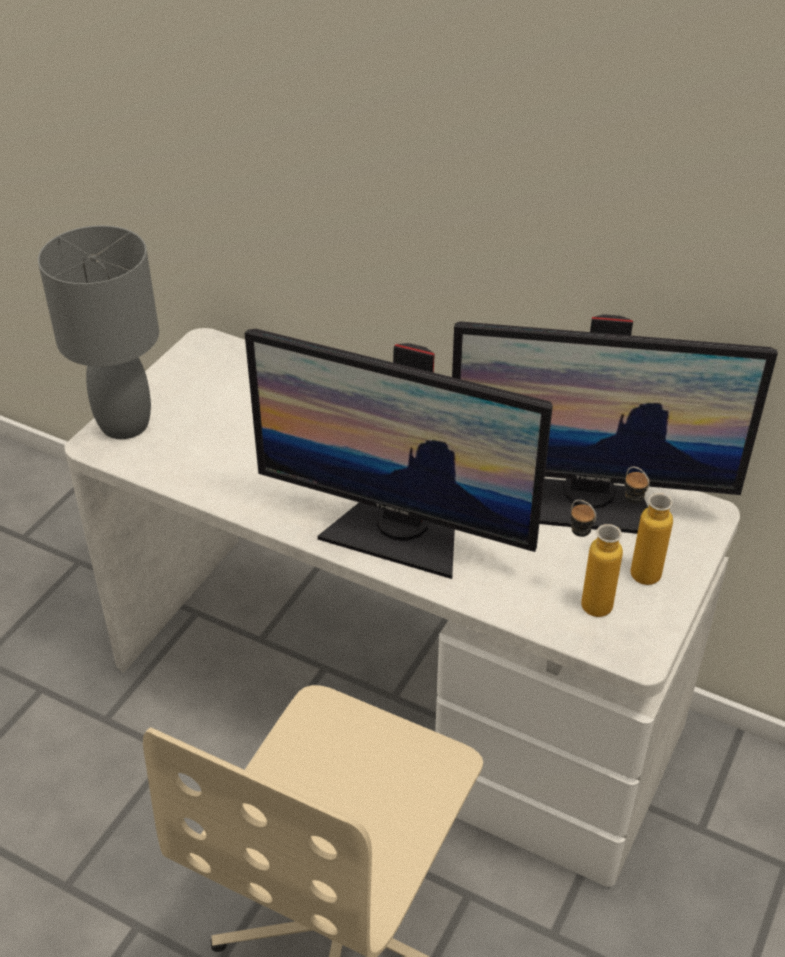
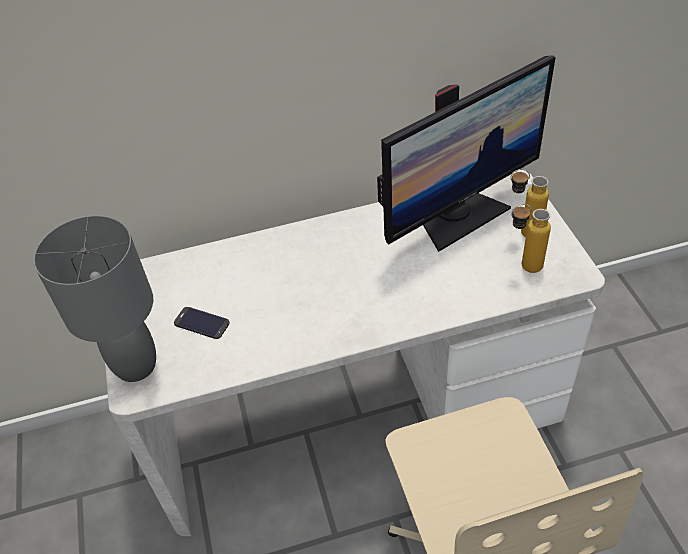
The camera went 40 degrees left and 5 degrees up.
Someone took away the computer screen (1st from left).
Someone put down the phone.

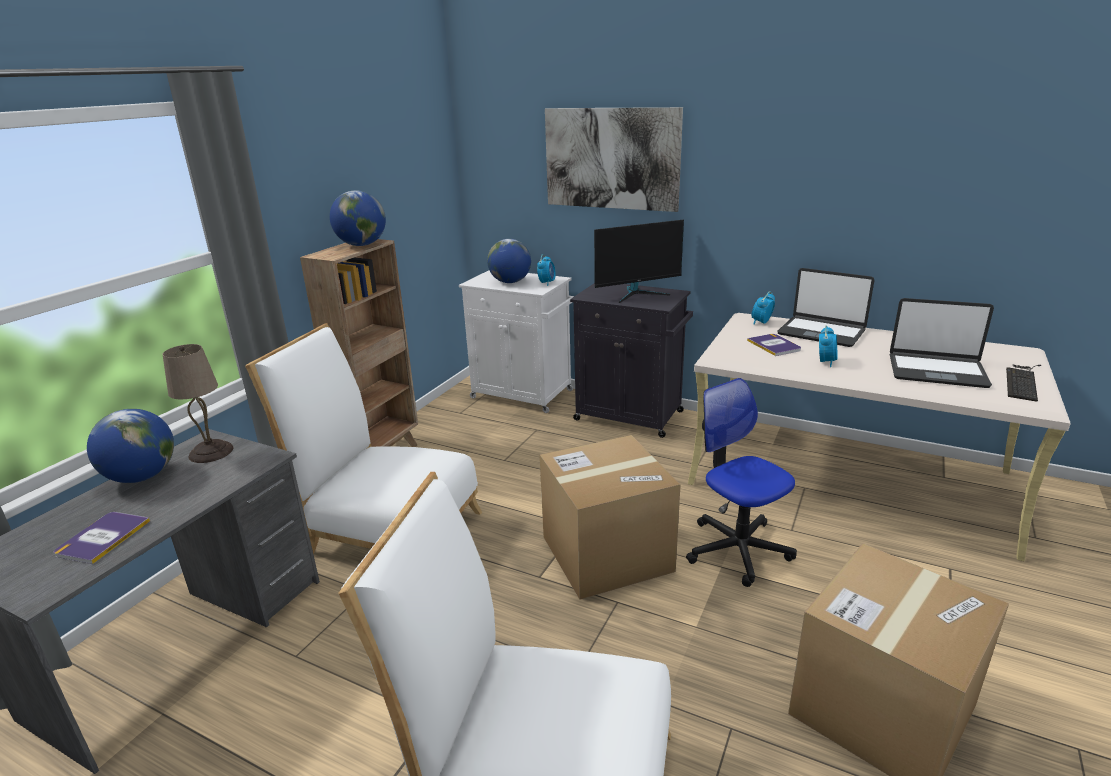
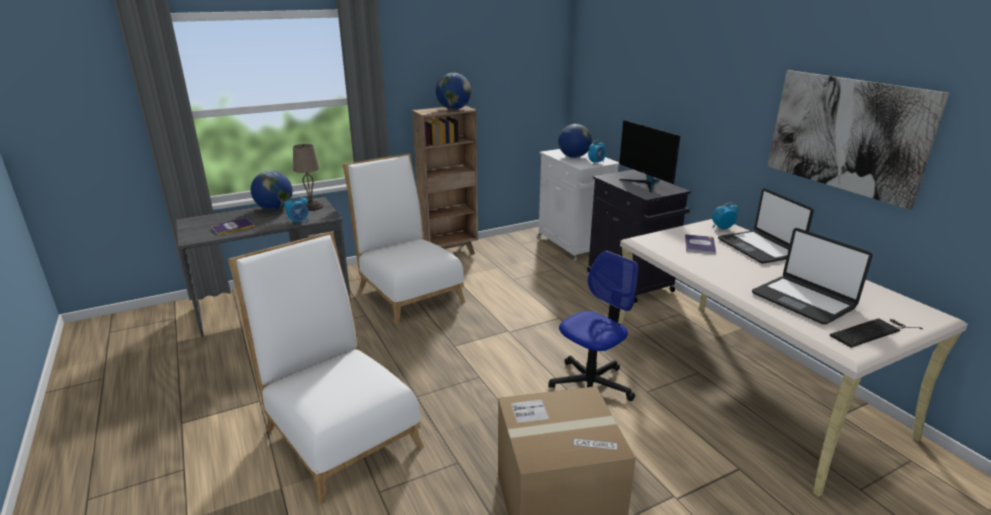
The camera went 35 degrees right and 0 degrees up.
Someone took away the carton (1st from left).
Someone carried the wall picture.
Someone rotated the computer screen by 45 degrees clockwise.
Someone rotated the office chair by 45 degrees clockwise.
Someone carried the bedside clock (3rd from left in the first image).

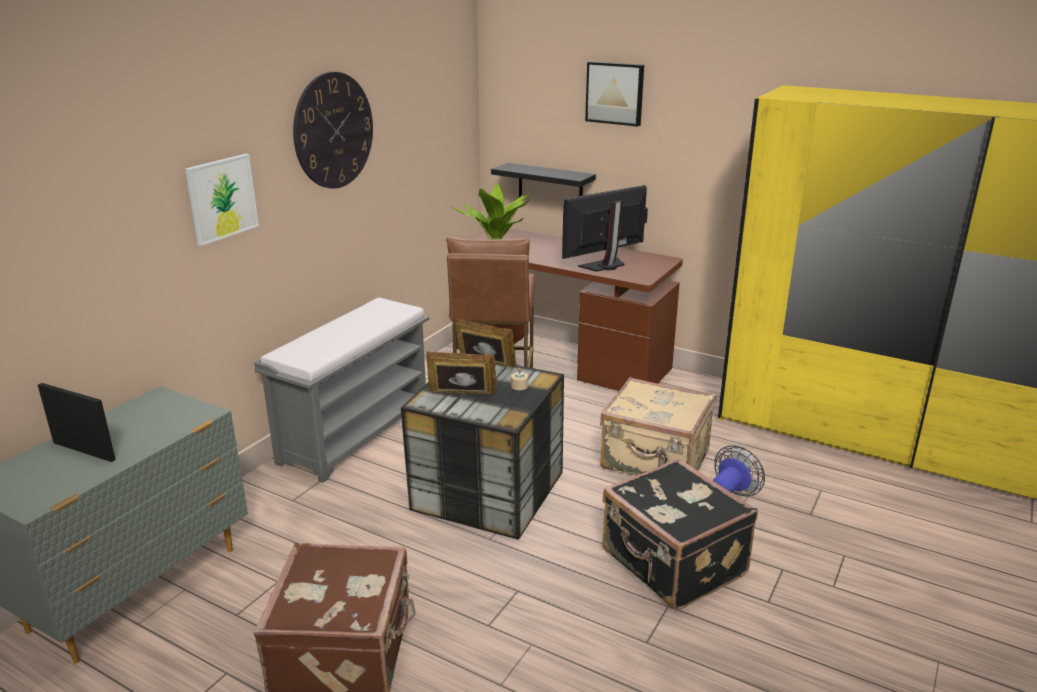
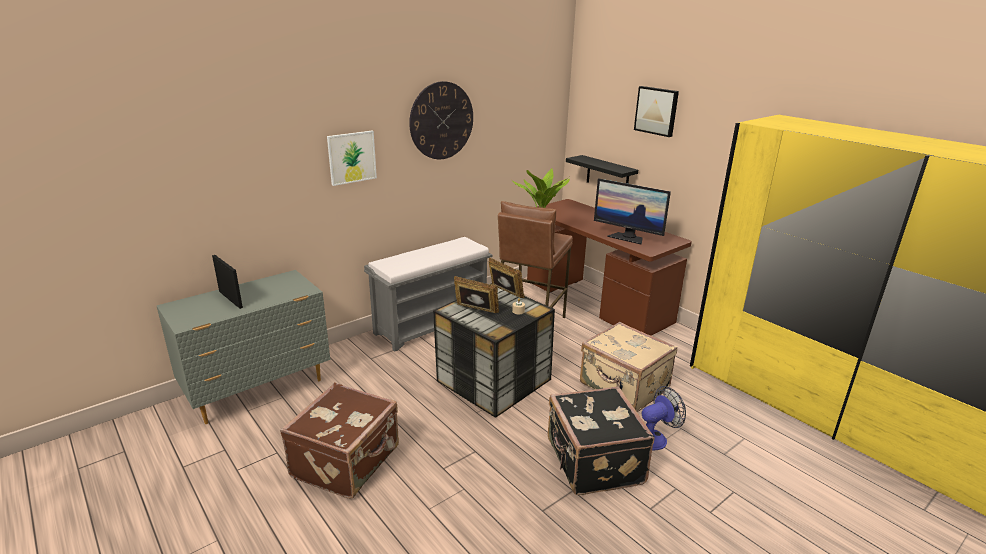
The camera went 20 degrees right and 0 degrees up.
Someone rotated the computer screen by 135 degrees counterclockwise.

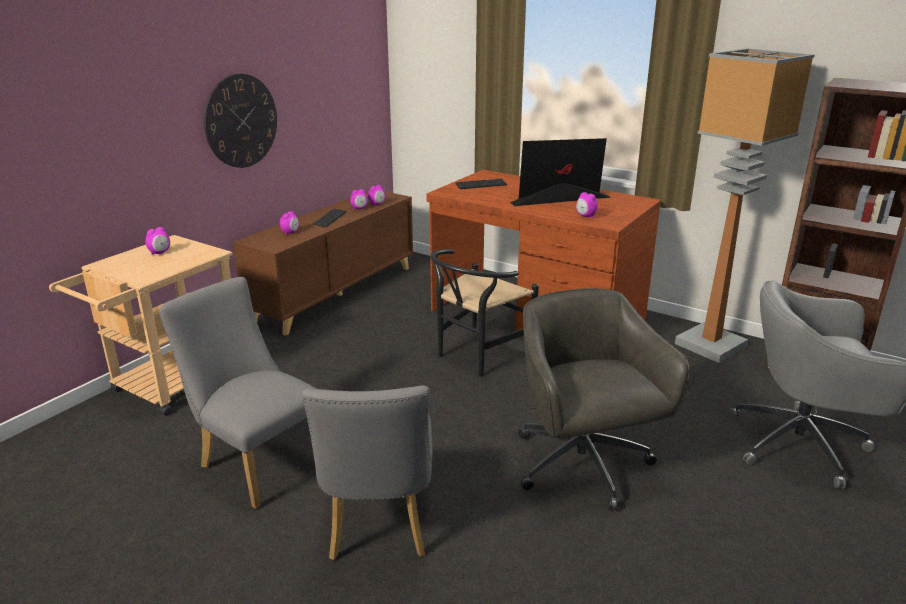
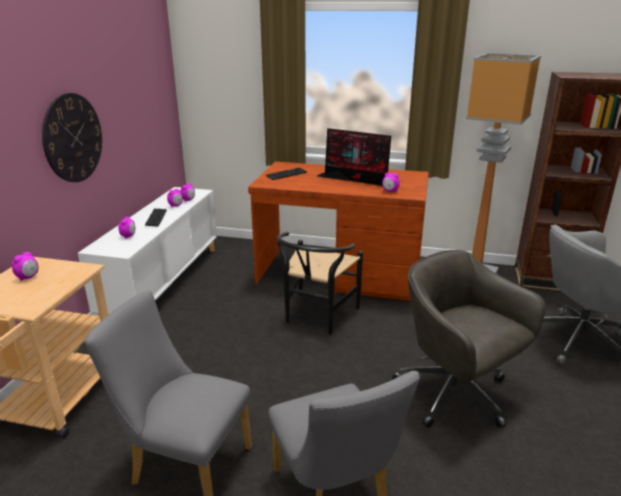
The camera went 20 degrees left and 0 degrees up.
Someone repainted the cupboard (brown), which became the cupboard (whitish).
Someone rotated the computer screen by 120 degrees counterclockwise.

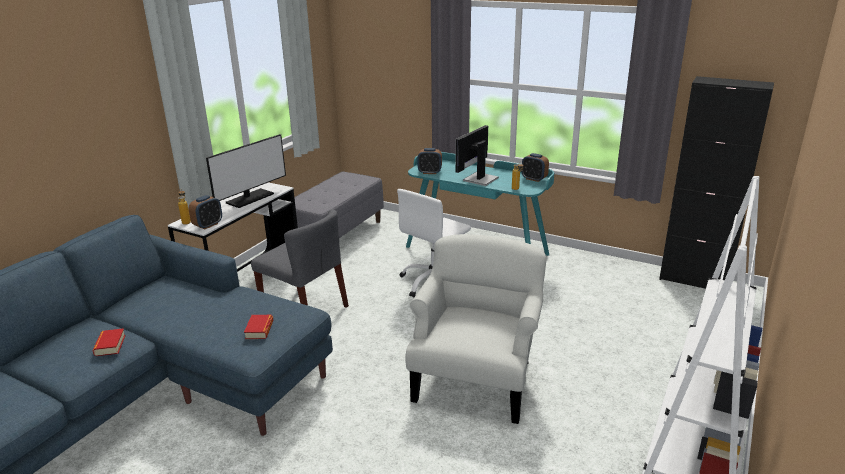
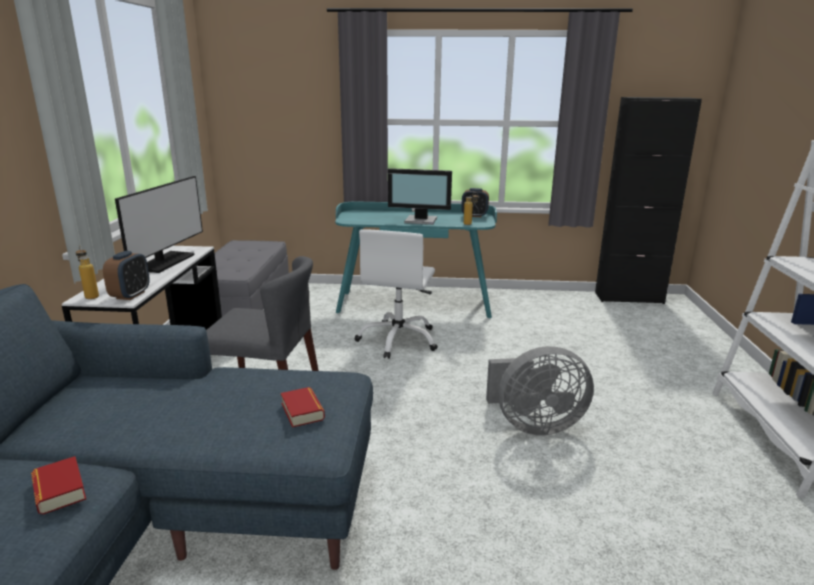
The camera went 25 degrees left and 5 degrees down.
Someone swapped the easy chair (whitish) for the electric fan (grey).
Someone took away the bedside clock (2nd from left).
Someone rotated the computer screen (2nd from left) by 90 degrees counterclockwise.

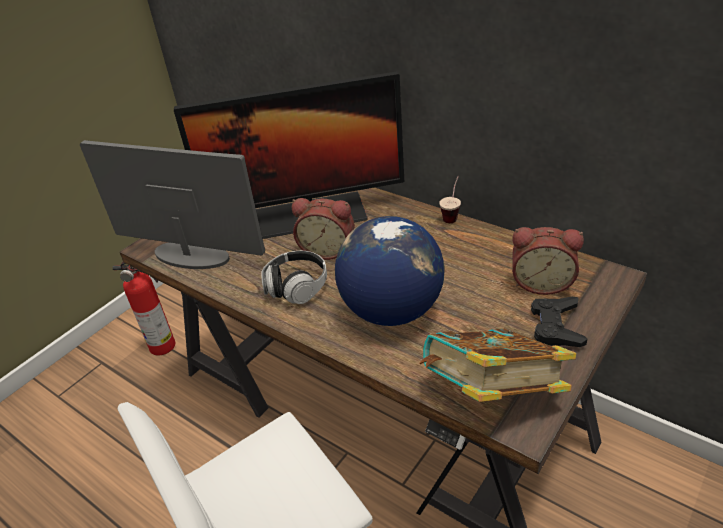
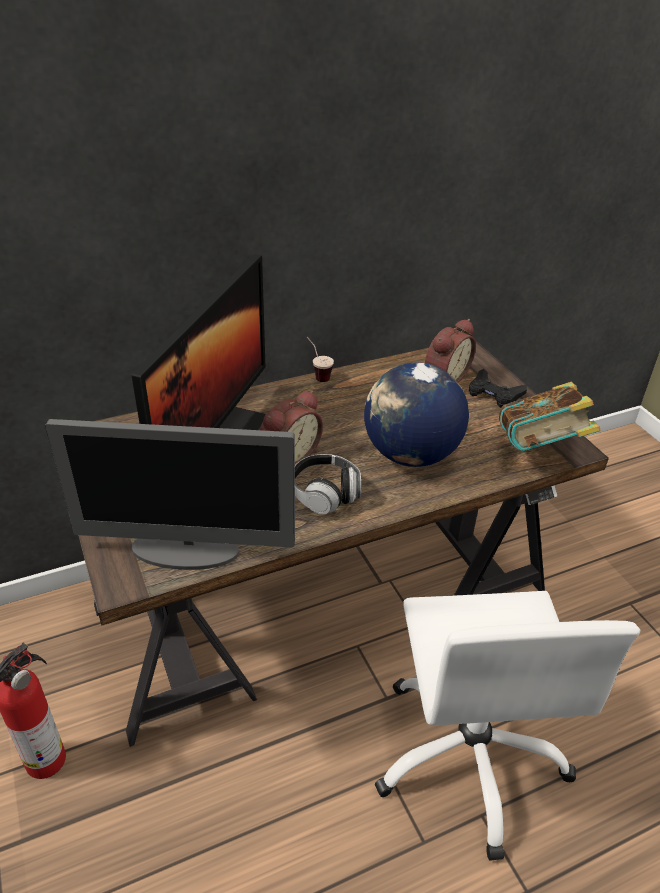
The camera went 65 degrees left and 0 degrees up.
Someone rotated the computer screen (1st from left) by 135 degrees counterclockwise.

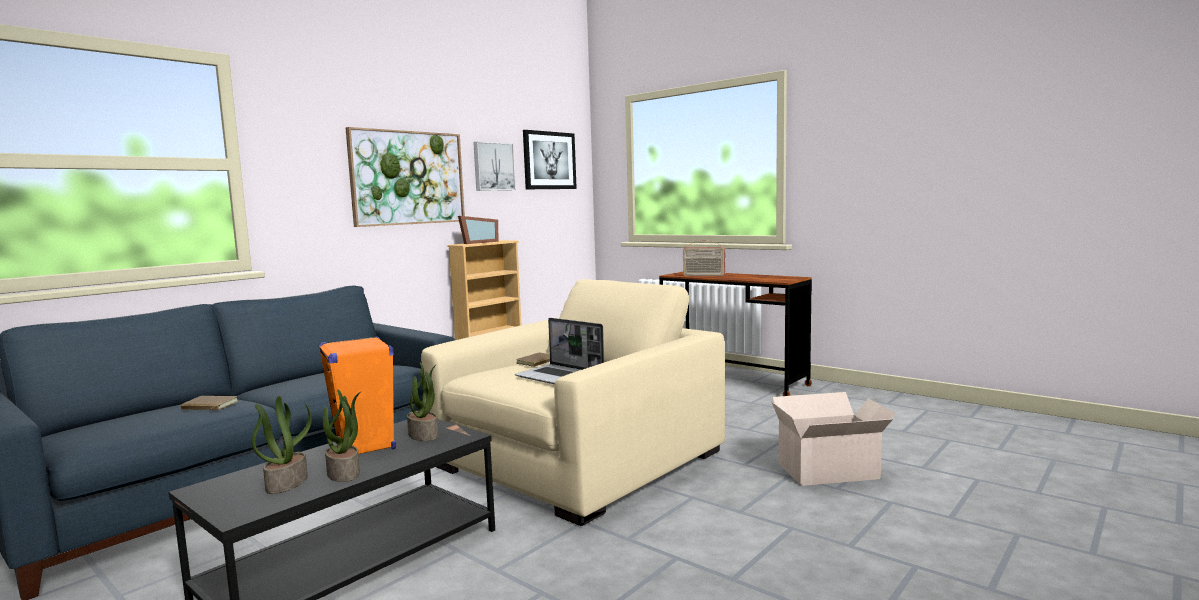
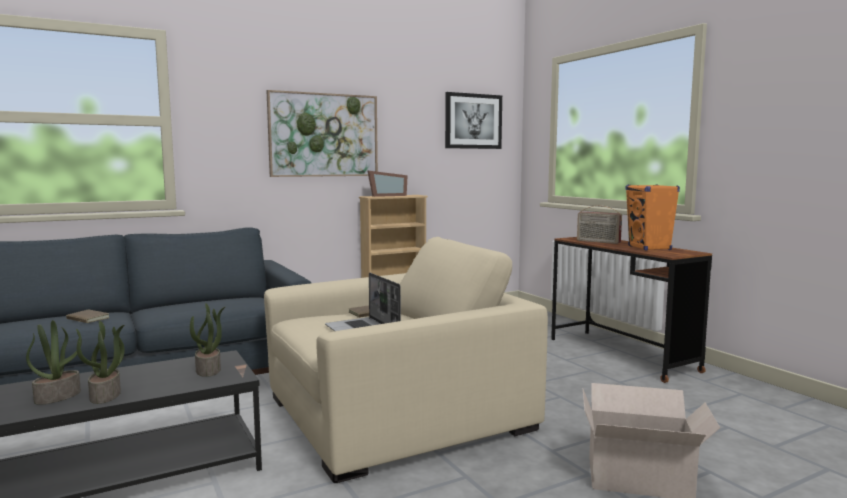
The camera went 20 degrees right and 0 degrees up.
Someone carried the loudspeaker (orange).
Someone took away the wall picture (2nd from left).

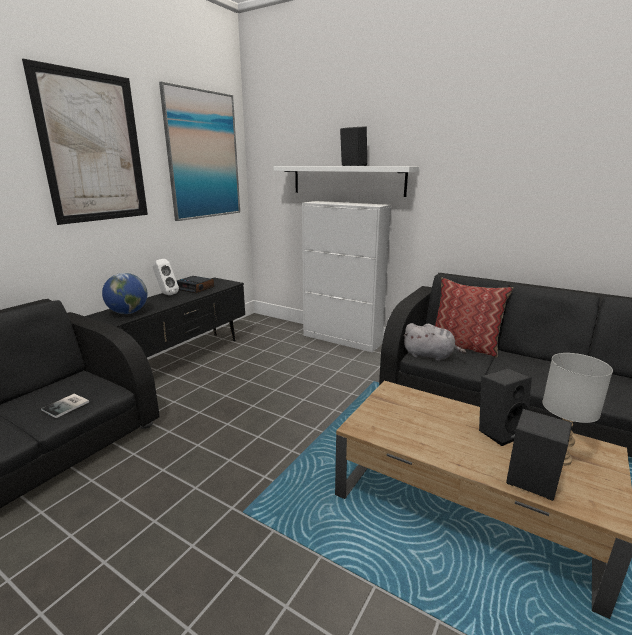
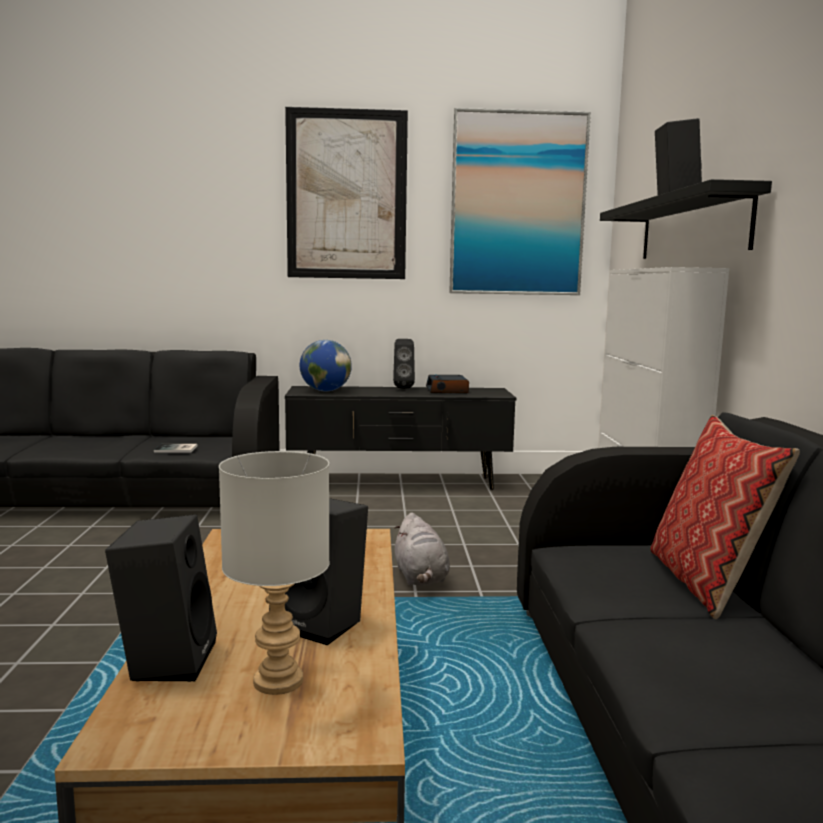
The camera went 55 degrees right and 10 degrees down.
Someone repainted the loudspeaker (whitish), which became the loudspeaker (black) (3rd from left).
Someone repainted the wall shelf (whitish), which became the wall shelf (black).
Someone carried the plush toy (grey).

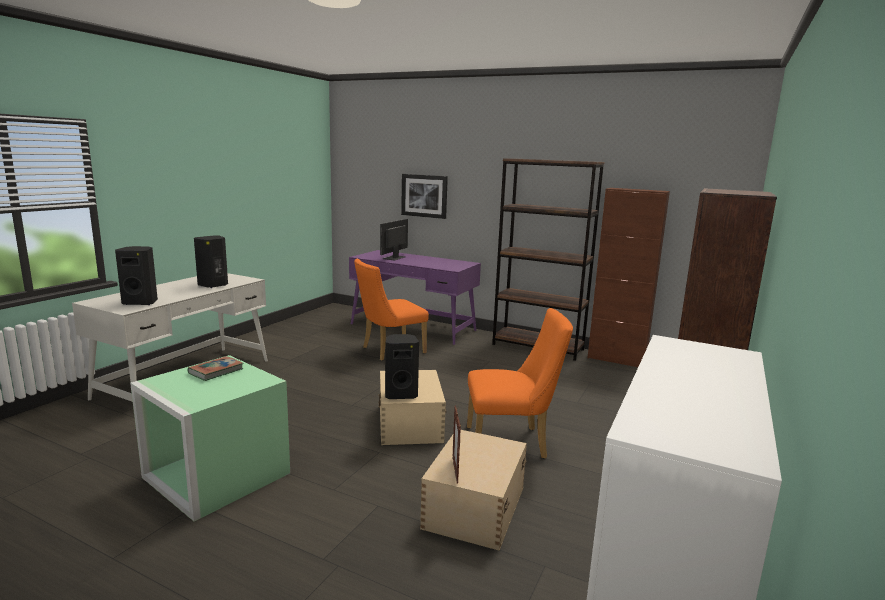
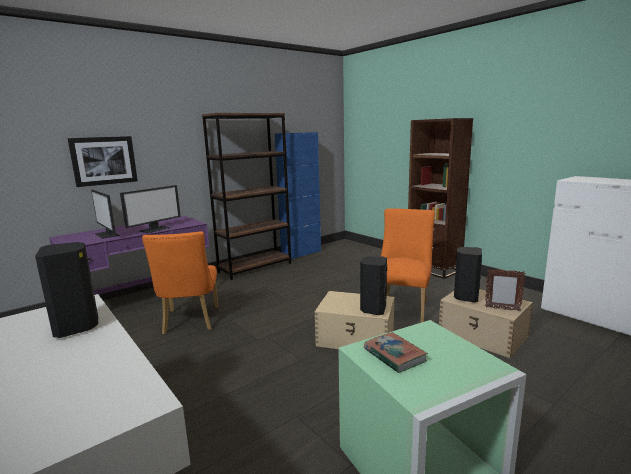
The camera went 65 degrees left and 0 degrees up.
Someone carried the loudspeaker (black) (1st from left in the first image).
Someone repainted the cupboard (brown), which became the cupboard (blue).
Someone put down the computer screen (2nd from left).

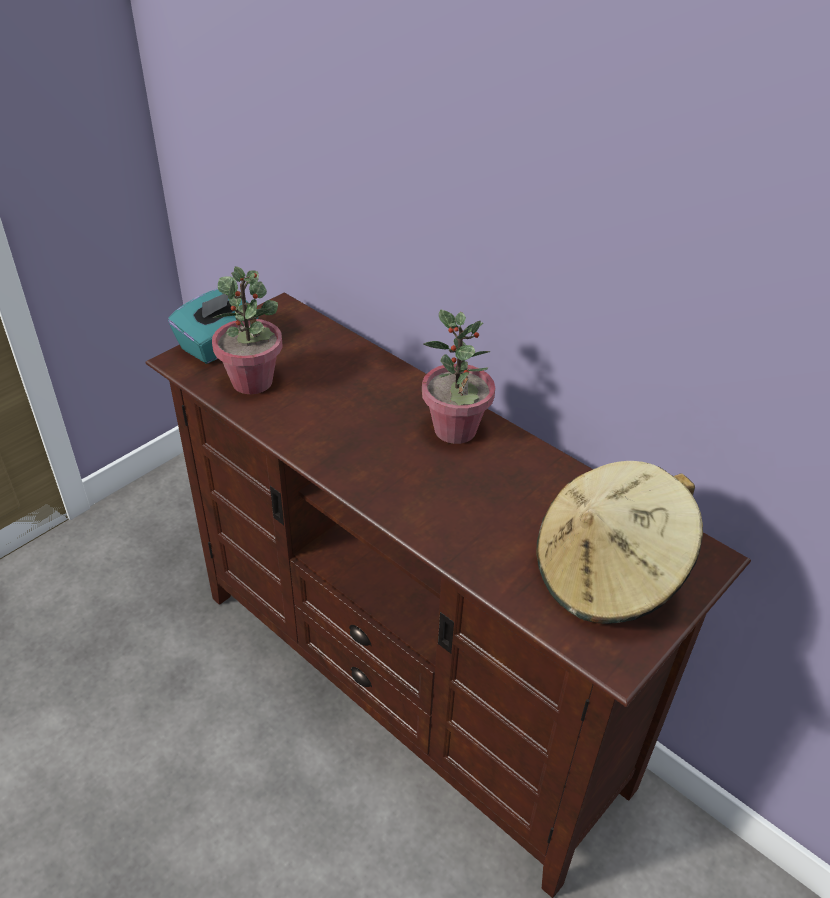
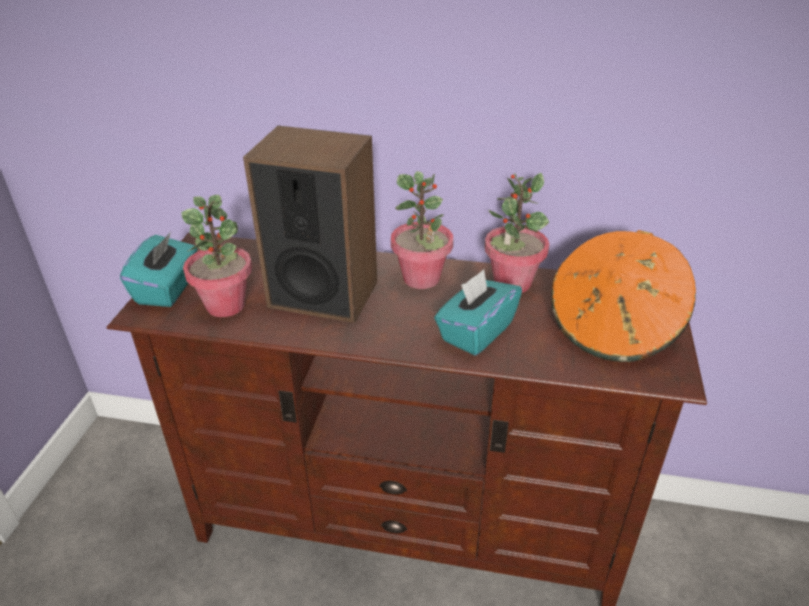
The camera went 30 degrees left and 5 degrees down.
Someone repainted the hat (sand-coloured), which became the hat (orange).
Someone put down the loudspeaker.
Someone put down the box of tissues (turquoise-coloured) (2nd from left).
Someone put down the plant in a pot (3rd from left).

